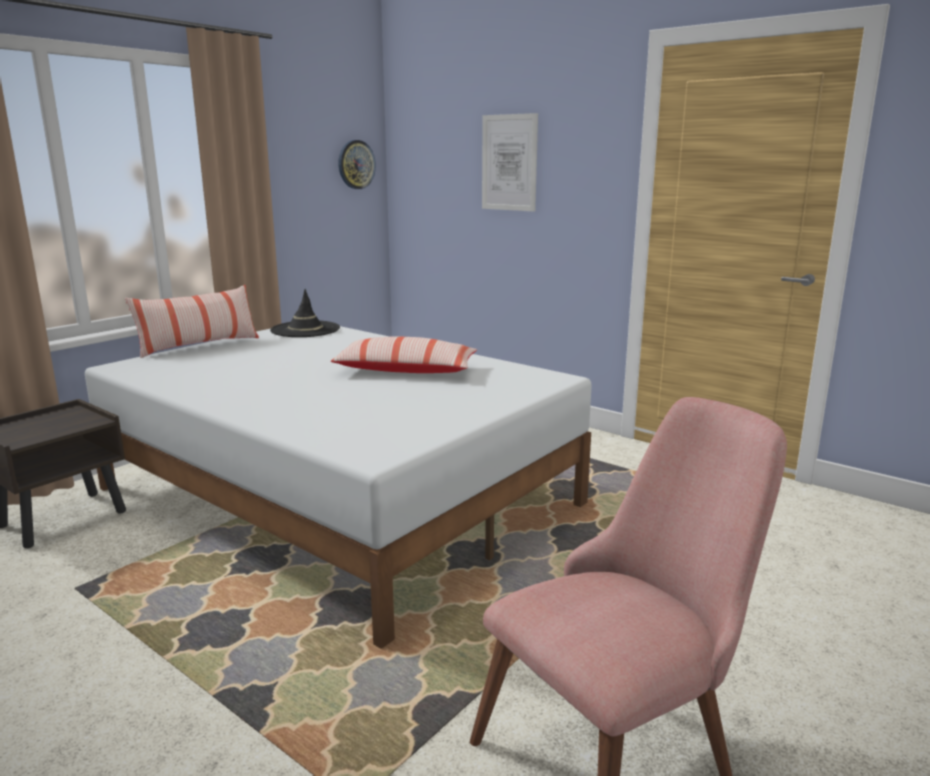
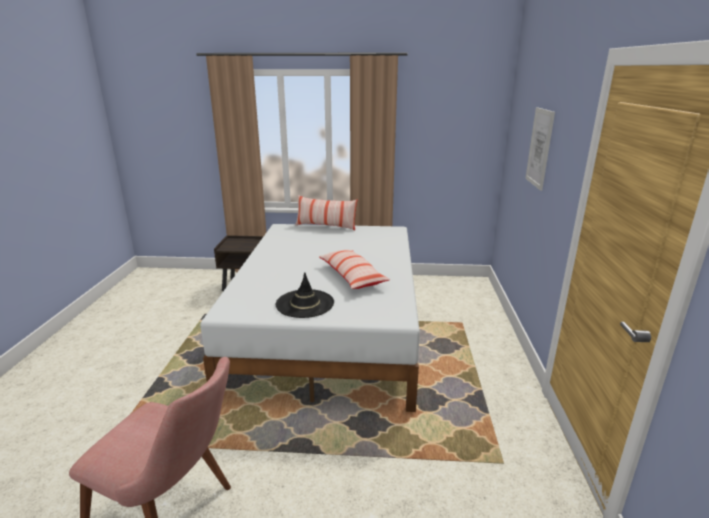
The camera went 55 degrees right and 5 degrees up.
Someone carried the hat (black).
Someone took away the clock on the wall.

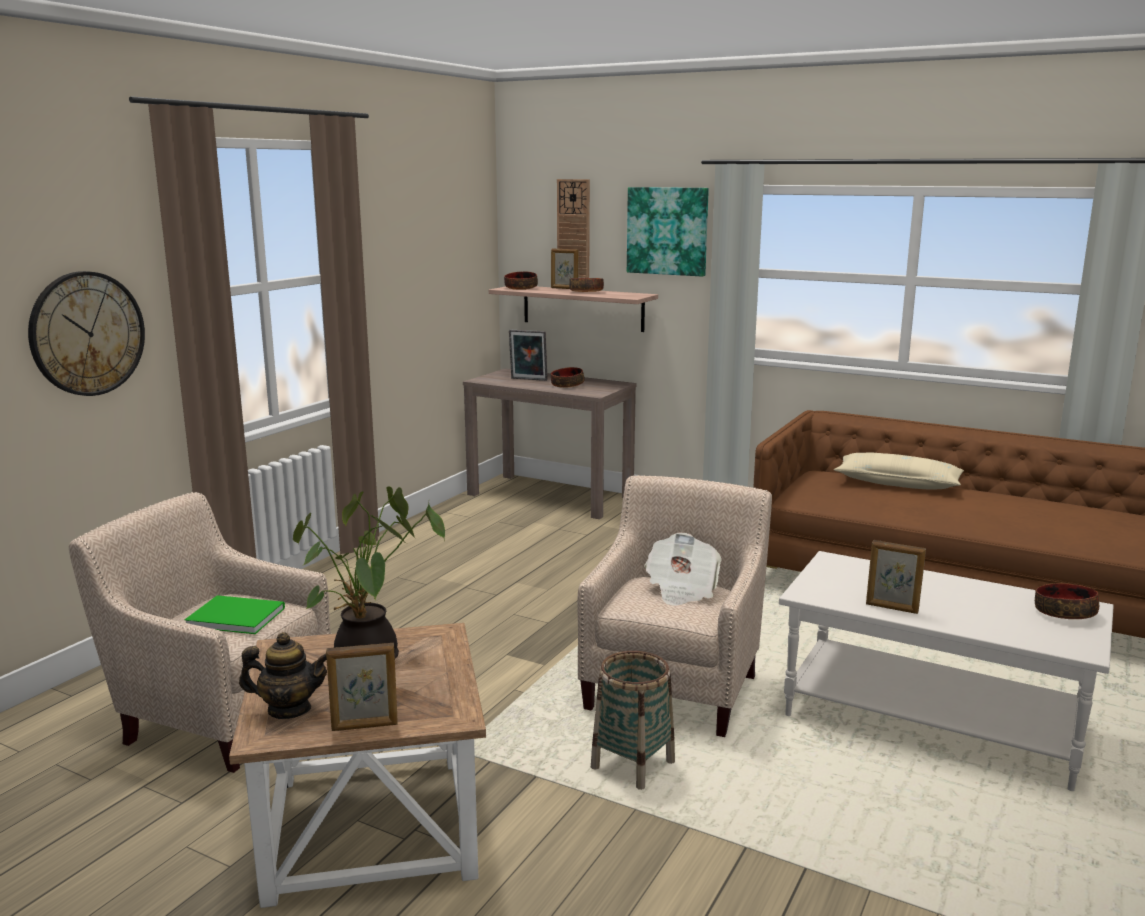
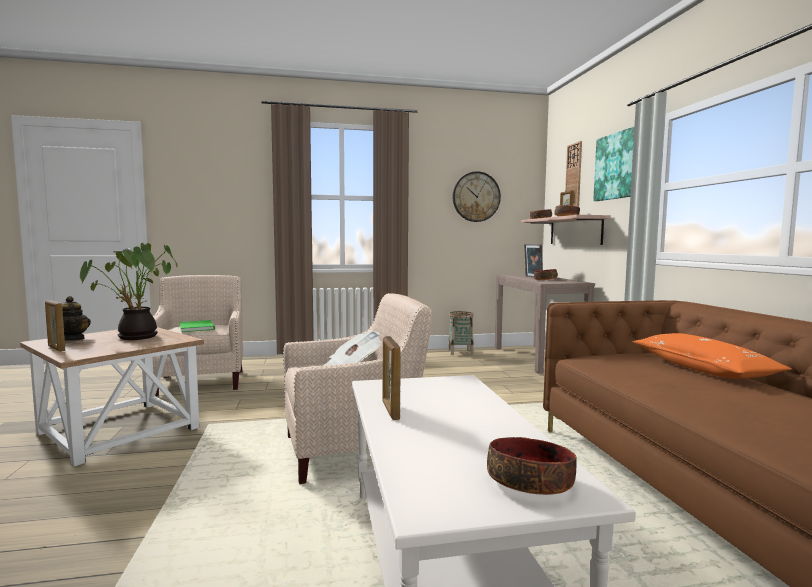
The camera went 50 degrees right and 10 degrees down.
Someone carried the clock on the wall (1st from left).
Someone carried the basket.
Someone repainted the throw pillow (sand-coloured), which became the throw pillow (orange).

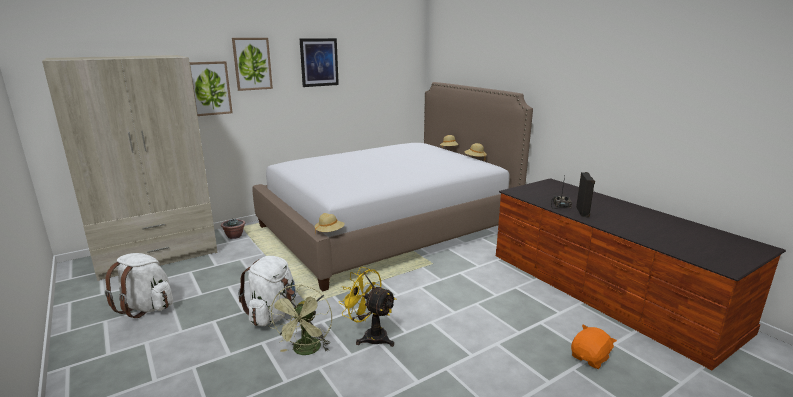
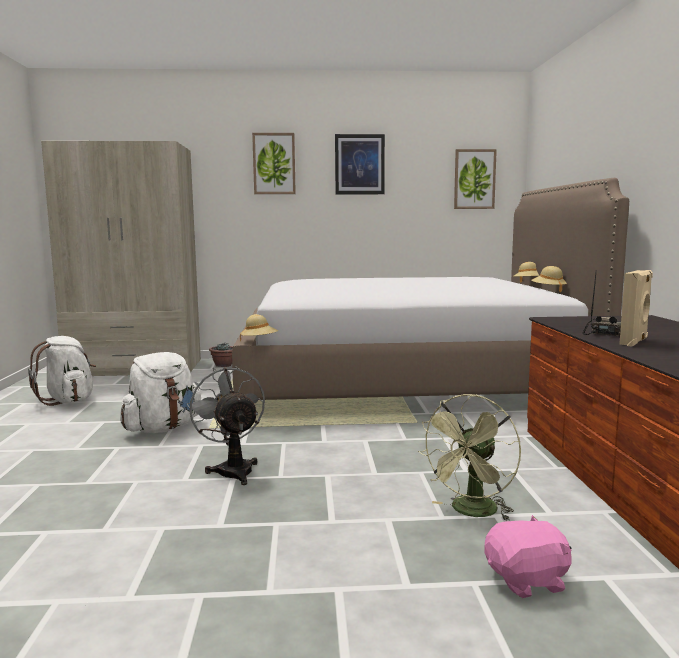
The camera went 30 degrees right and 10 degrees down.
Someone carried the wall picture (1st from left in the first image).
Someone carried the electric fan (green-coloured).
Someone repainted the electric fan (yellow-coloured), which became the electric fan (grey).
Someone repainted the plush toy (orange), which became the plush toy (pinkish).
Someone repainted the loudspeaker (black), which became the loudspeaker (sand-coloured).

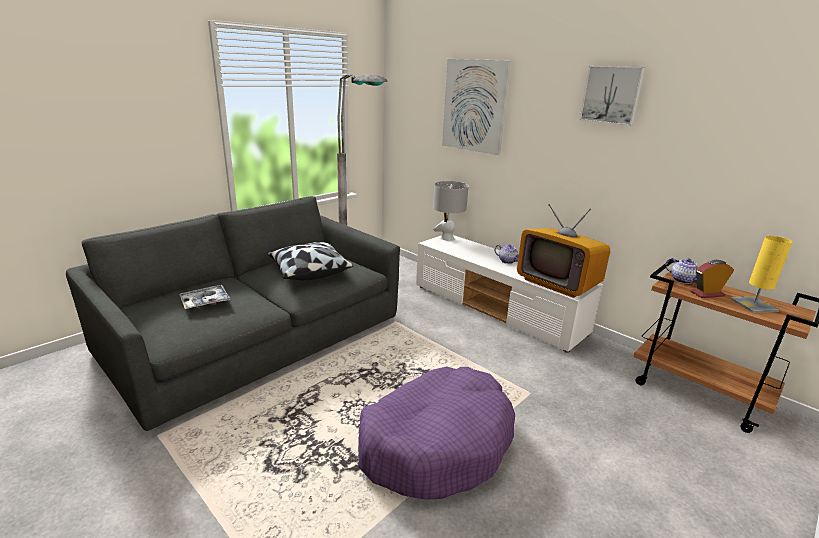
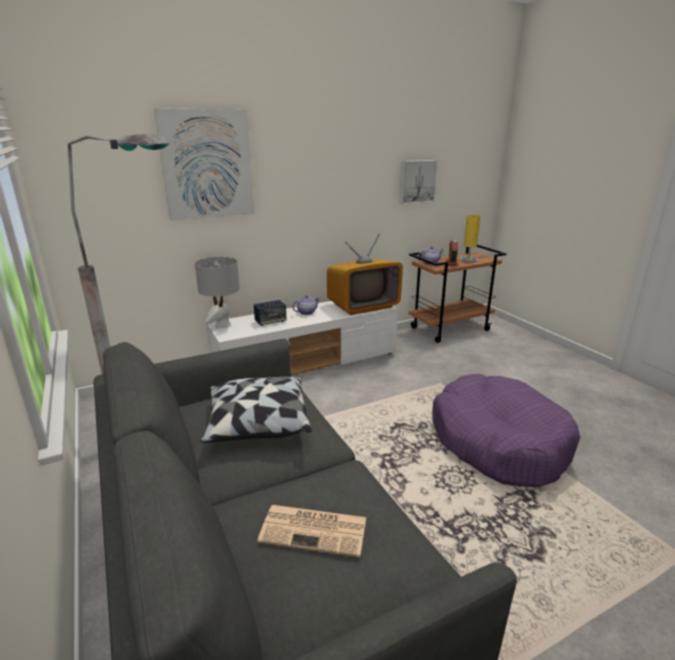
The camera went 70 degrees left and 0 degrees up.
Someone swapped the carrying tray for the daily paper.
Someone carried the wall picture (2nd from left).
Someone put down the loudspeaker.

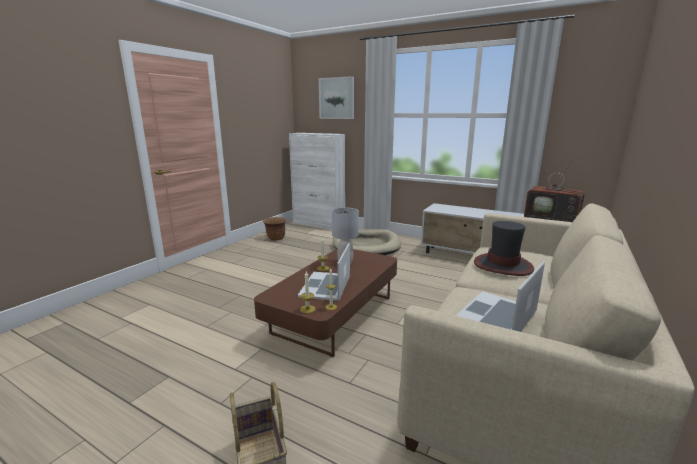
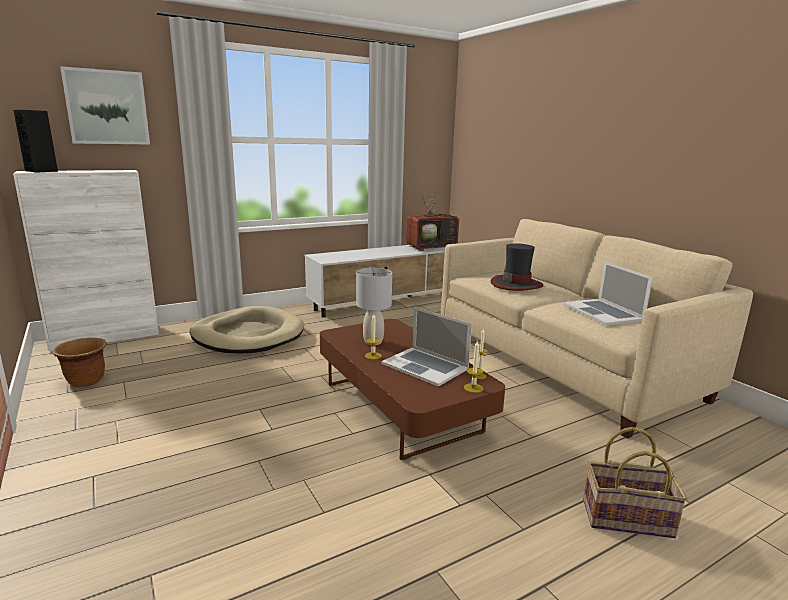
The camera went 60 degrees left and 0 degrees up.
Someone put down the loudspeaker (black).

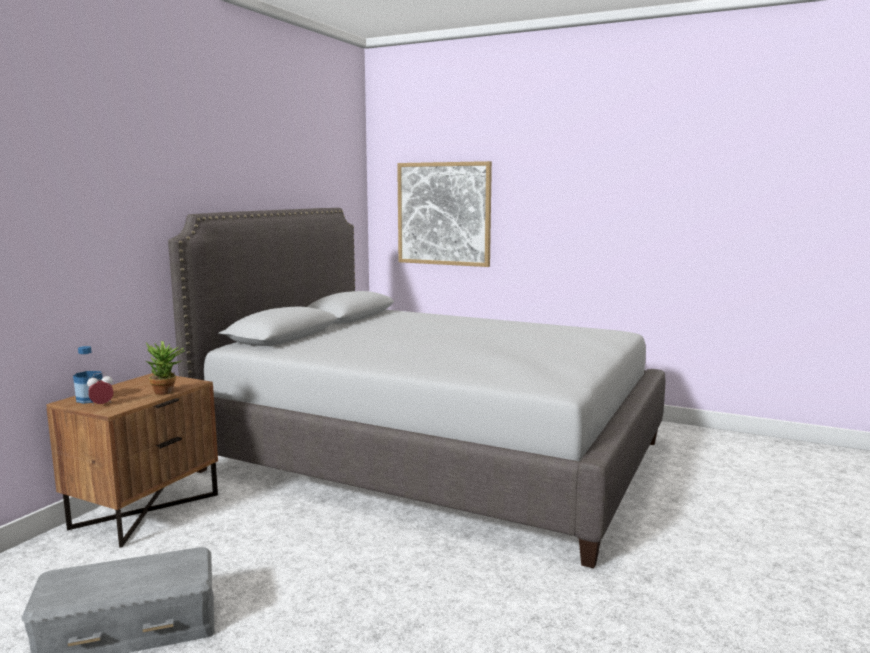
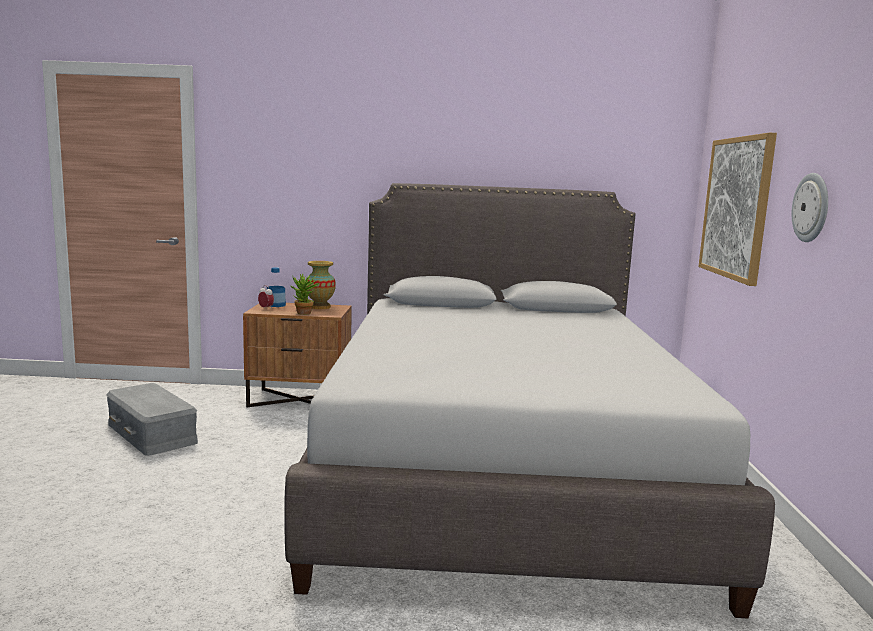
The camera went 65 degrees right and 0 degrees up.
Someone put down the decorative vase.
Someone put up the clock on the wall.

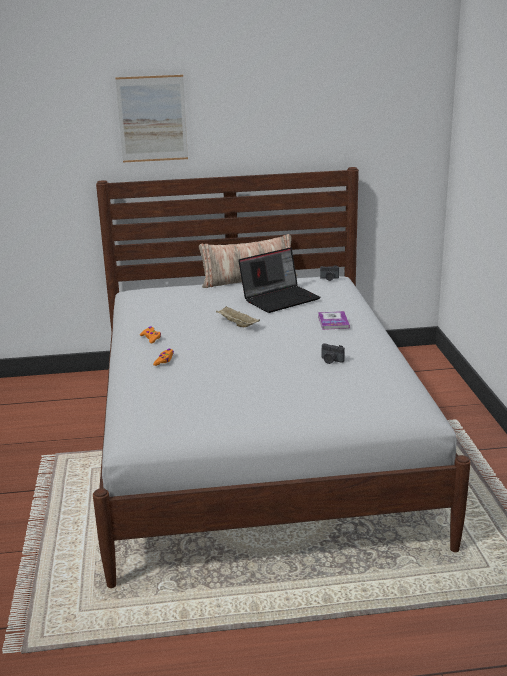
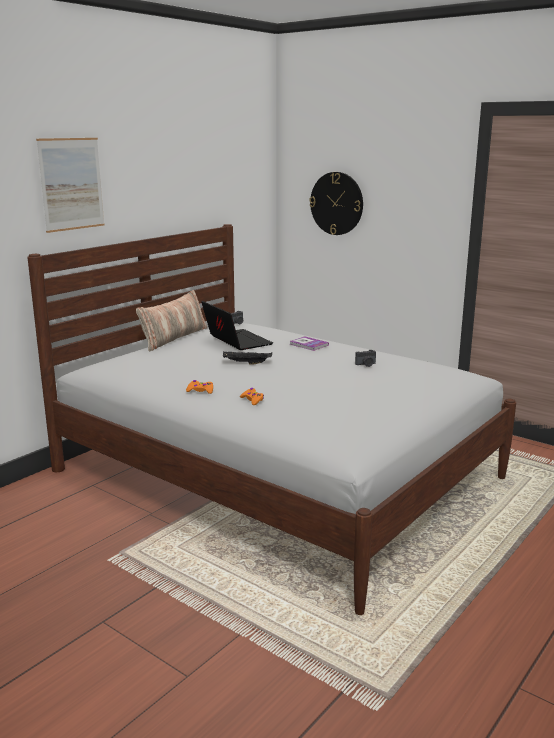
The camera went 45 degrees left and 5 degrees down.
Someone repainted the carrying tray (sand-coloured), which became the carrying tray (black).
Someone rotated the notebook computer by 45 degrees counterclockwise.
Someone put up the clock on the wall.

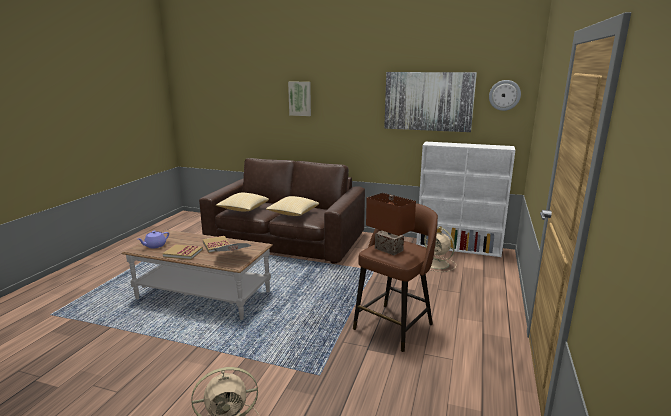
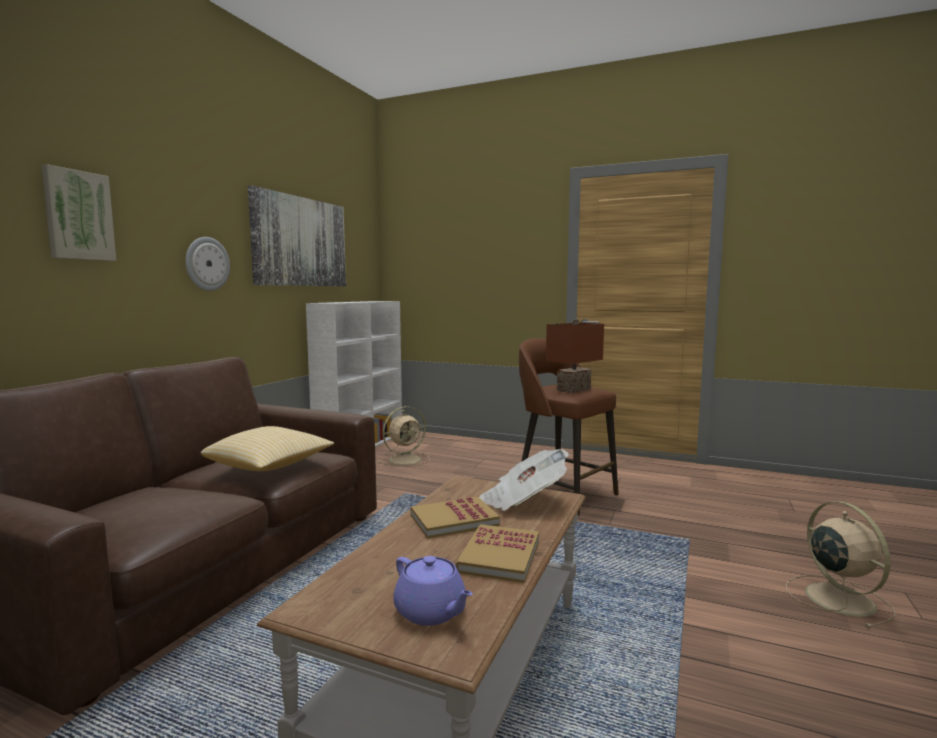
The camera went 85 degrees left and 10 degrees down.
Someone took away the throw pillow (1st from left).
Someone carried the clock on the wall.

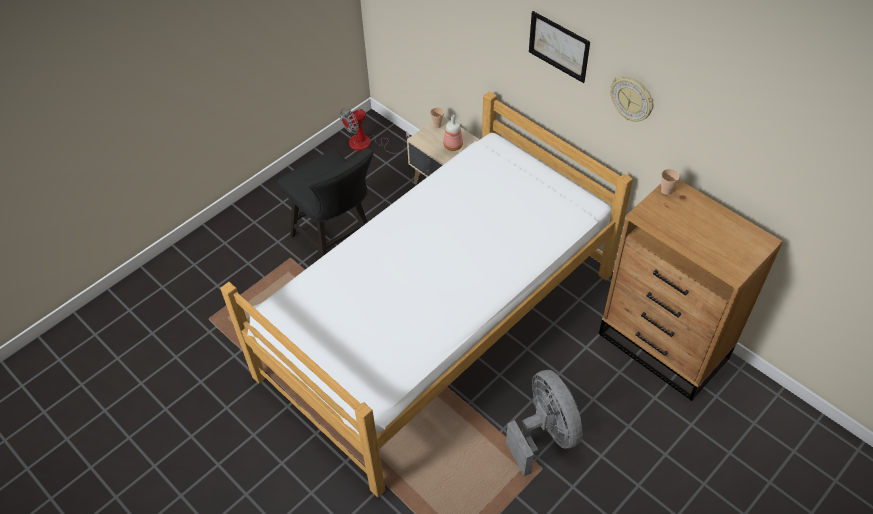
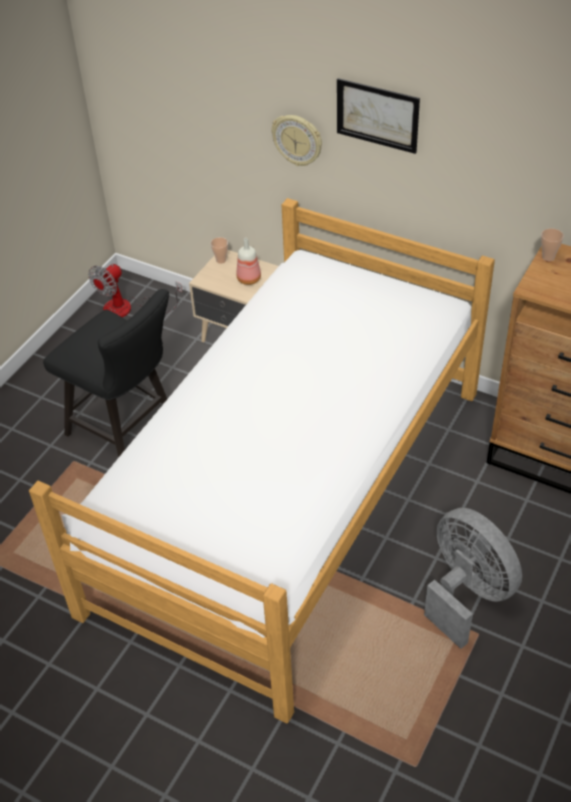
The camera went 15 degrees left and 5 degrees down.
Someone carried the clock on the wall.

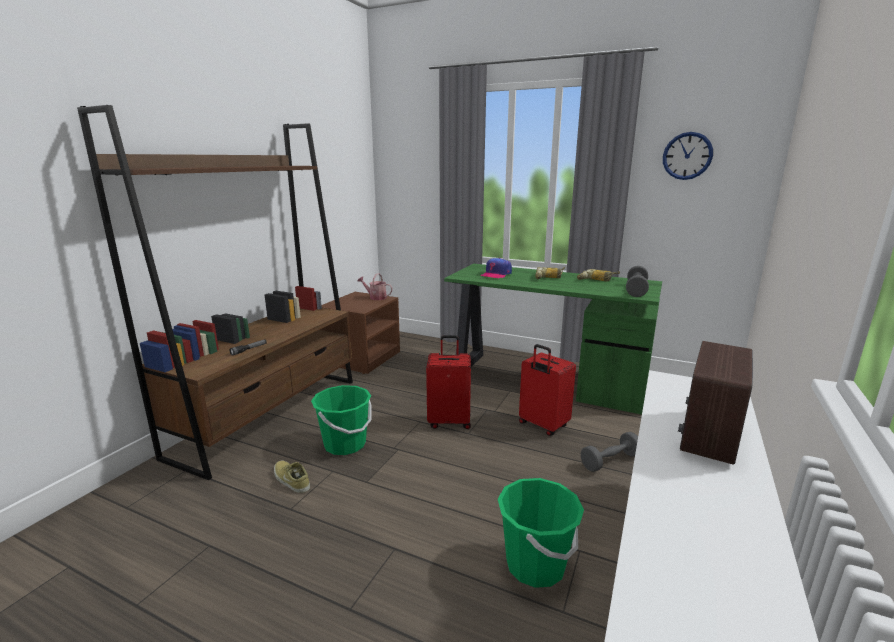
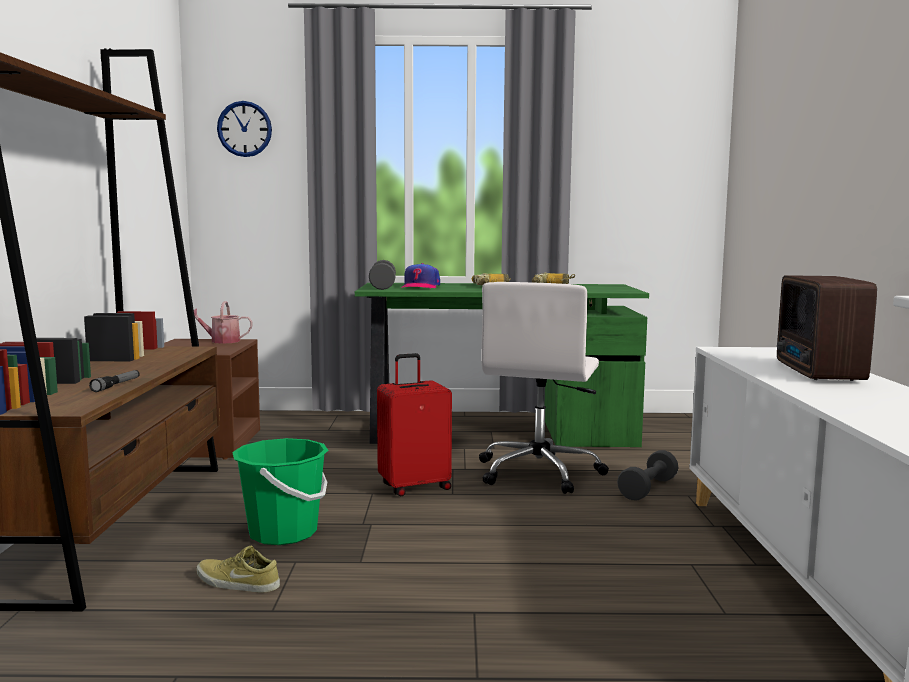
The camera went 25 degrees left and 10 degrees down.
Someone took away the bucket (green-coloured) (2nd from left).
Someone swapped the piece of luggage (red) (2nd from left) for the office chair (whitish).
Someone carried the dumbbell (grey) (2nd from left in the first image).
Someone carried the clock on the wall.

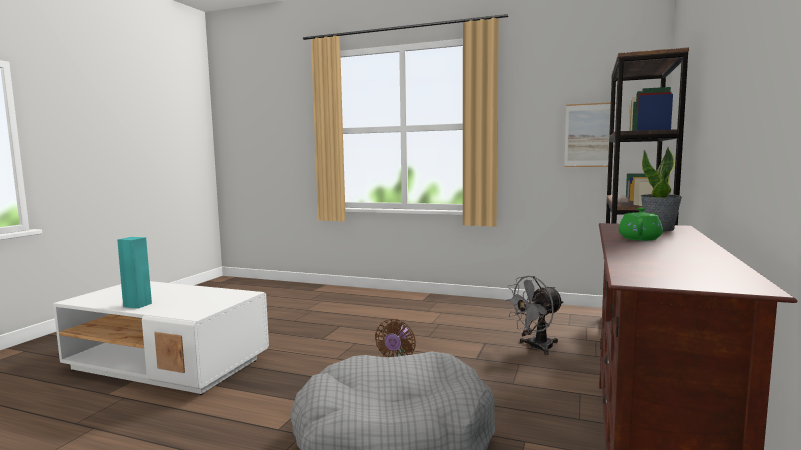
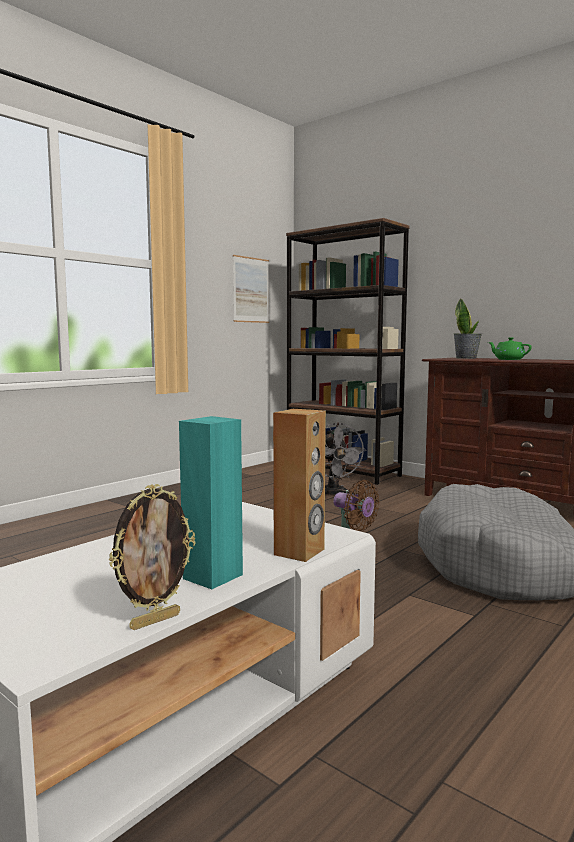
The camera went 70 degrees left and 0 degrees up.
Someone put down the standing frame.
Someone put down the loudspeaker (brown).

